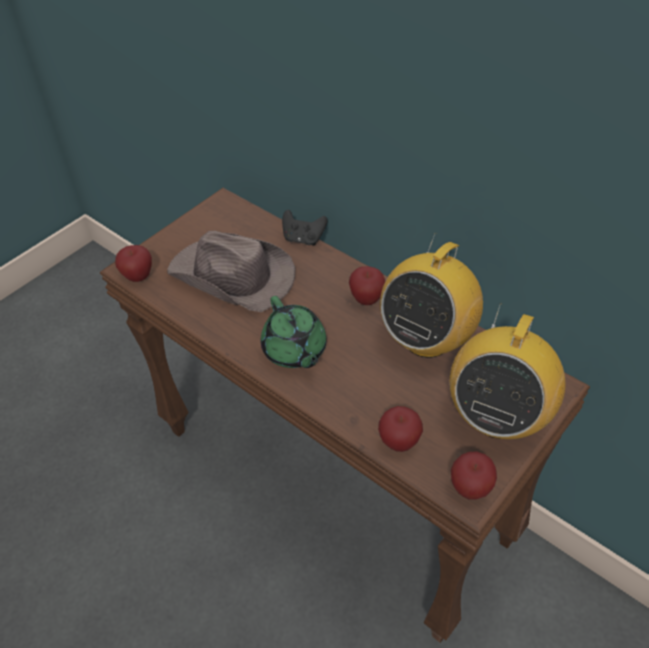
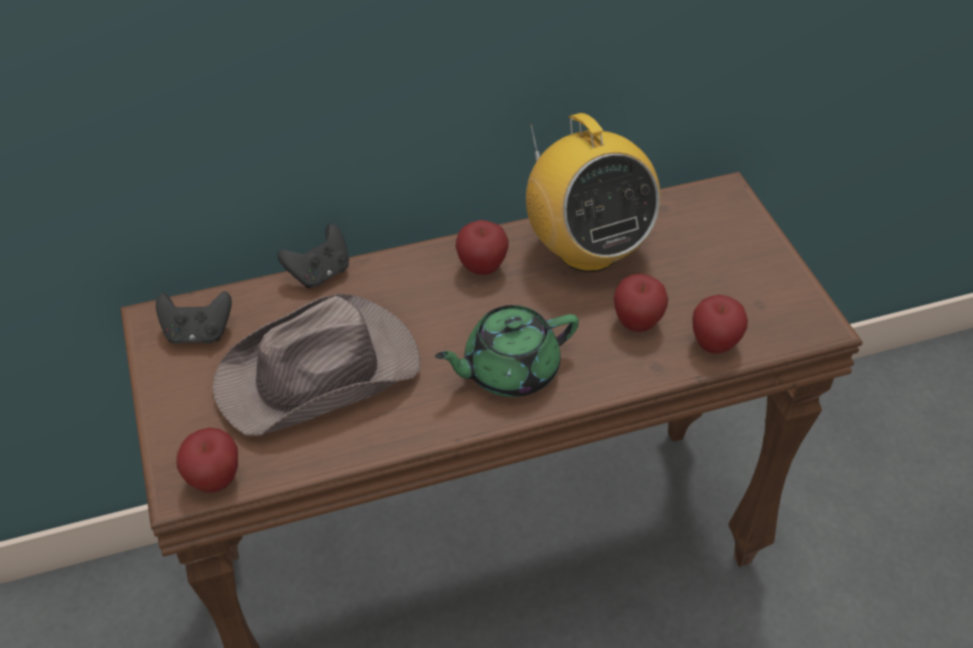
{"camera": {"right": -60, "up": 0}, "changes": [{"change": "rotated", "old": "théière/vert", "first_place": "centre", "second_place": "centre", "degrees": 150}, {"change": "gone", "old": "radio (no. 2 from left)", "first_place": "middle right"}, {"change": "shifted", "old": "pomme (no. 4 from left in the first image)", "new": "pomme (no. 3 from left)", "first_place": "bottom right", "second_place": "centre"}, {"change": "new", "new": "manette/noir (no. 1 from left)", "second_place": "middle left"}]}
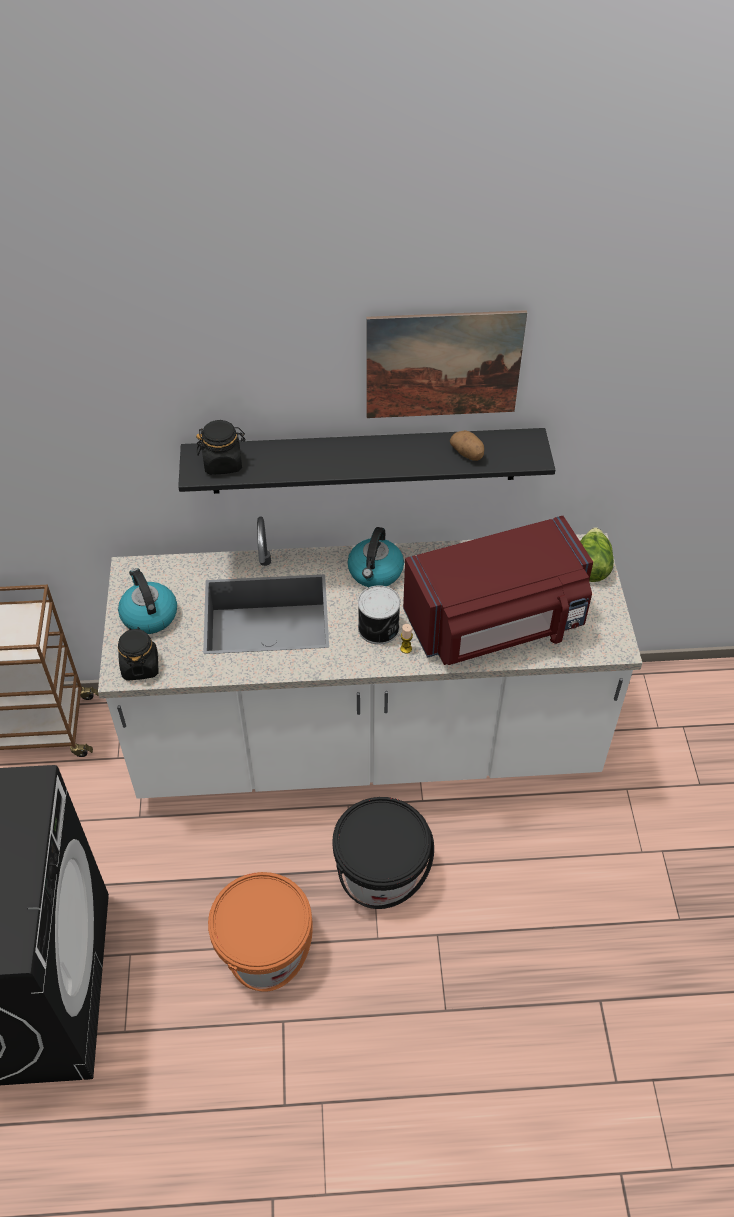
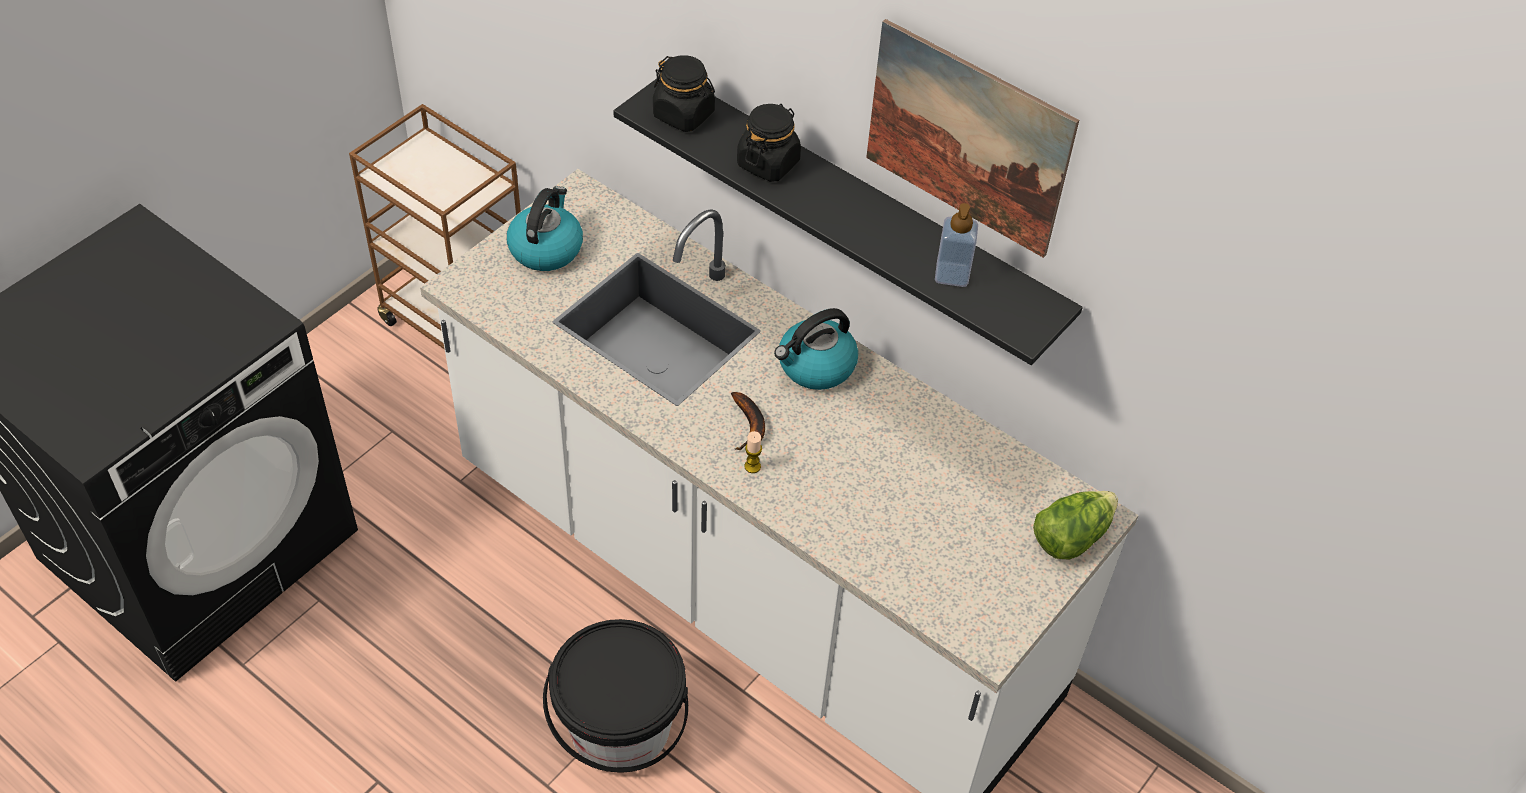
{"camera": {"right": 40, "up": 0}, "changes": [{"change": "shifted", "old": "bocal/noir (no. 1 from left in the first image)", "new": "bocal/noir (no. 2 from left)", "first_place": "middle left", "second_place": "top centre"}, {"change": "gone", "old": "seau/orange", "first_place": "bottom centre"}, {"change": "swapped", "old": "boîte métallique", "new": "banane", "first_place": "centre", "second_place": "centre"}, {"change": "gone", "old": "micro-ondes/rouge", "first_place": "middle right"}, {"change": "swapped", "old": "pomme de terre", "new": "distributeur de savon", "first_place": "centre", "second_place": "top centre"}]}
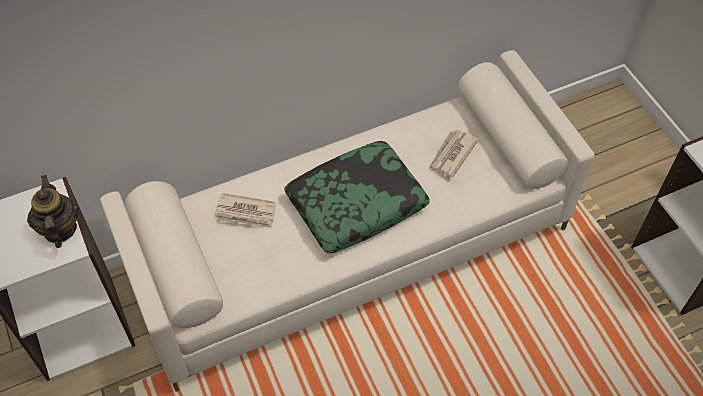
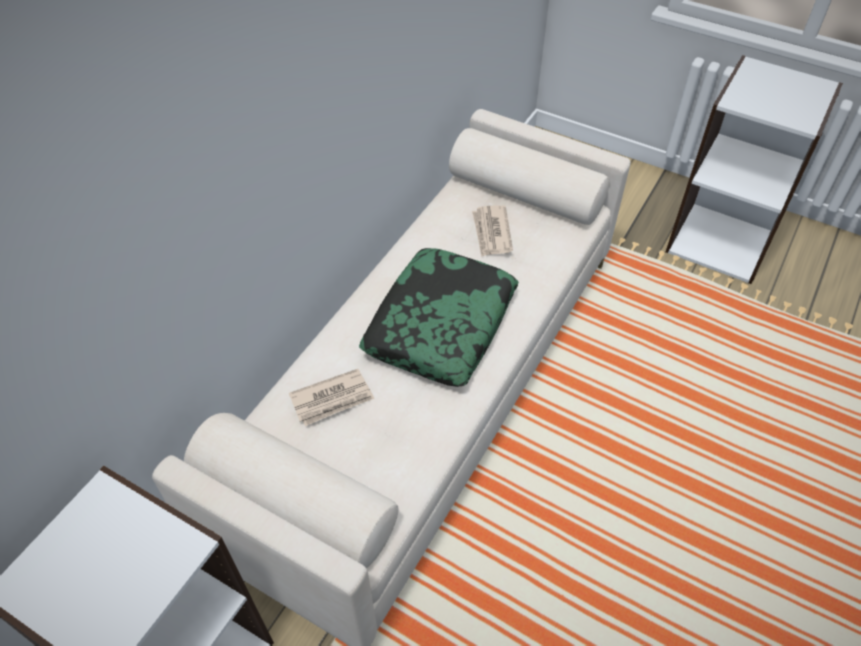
{"camera": {"right": -35, "up": -5}, "changes": [{"change": "gone", "old": "théière", "first_place": "middle left"}]}
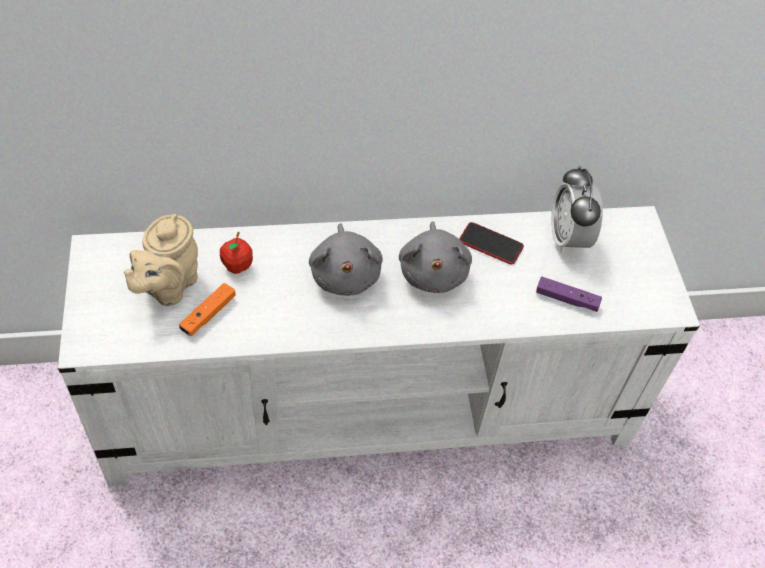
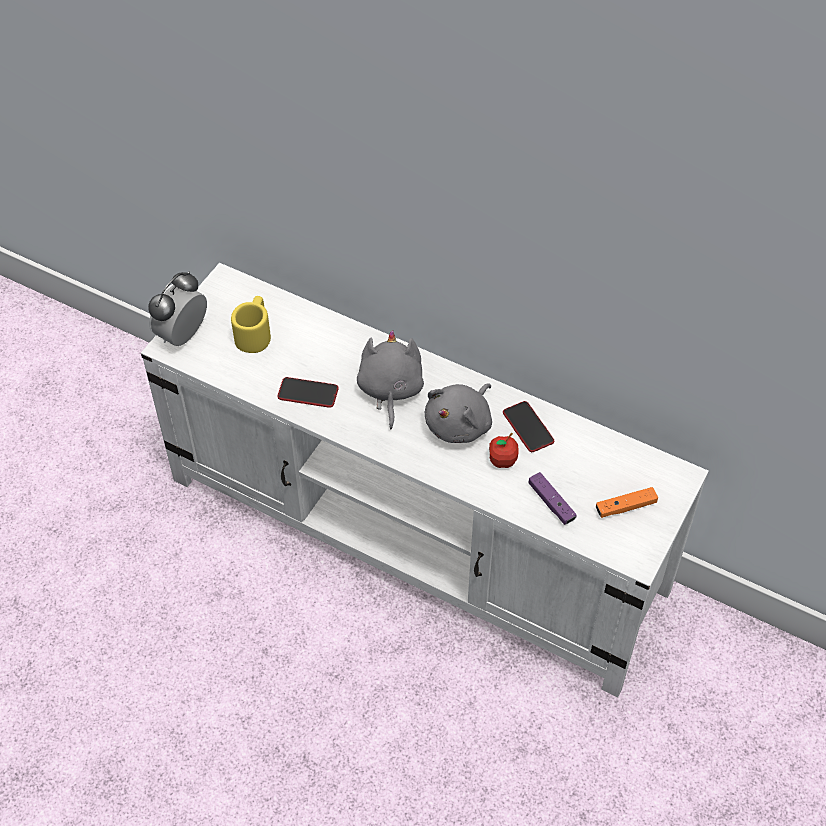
{"camera": {"right": 40, "up": 0}, "changes": [{"change": "swapped", "old": "théière/beige", "new": "mug/jaune", "first_place": "middle left", "second_place": "middle left"}, {"change": "shifted", "old": "manette/orange", "first_place": "middle left", "second_place": "middle right"}, {"change": "shifted", "old": "pomme", "first_place": "middle left", "second_place": "centre"}, {"change": "rotated", "old": "peluche/gris (no. 1 from left)", "first_place": "centre", "second_place": "centre", "degrees": 150}, {"change": "shifted", "old": "réveil", "first_place": "middle right", "second_place": "middle left"}, {"change": "new", "new": "téléphone (no. 1 from left)", "second_place": "centre"}]}
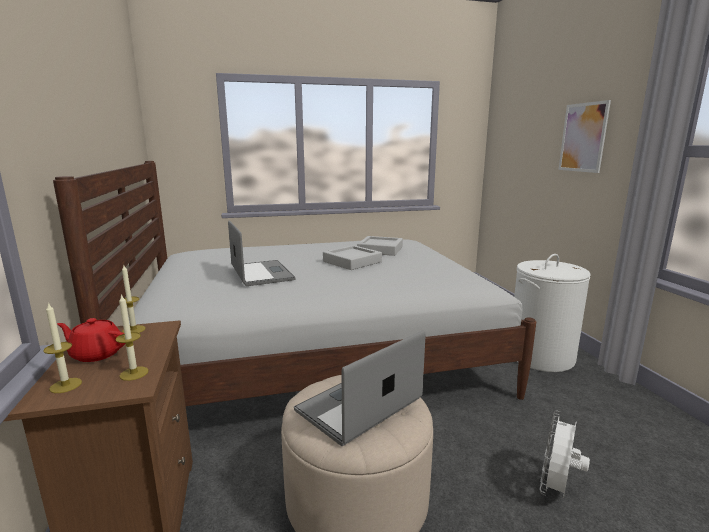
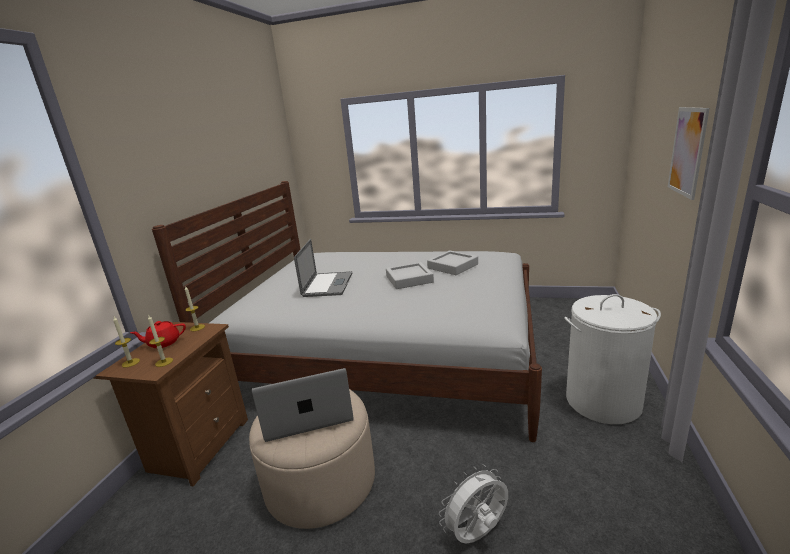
{"camera": {"right": 30, "up": 5}, "changes": [{"change": "rotated", "old": "théière/rouge", "first_place": "middle left", "second_place": "middle left", "degrees": -60}]}
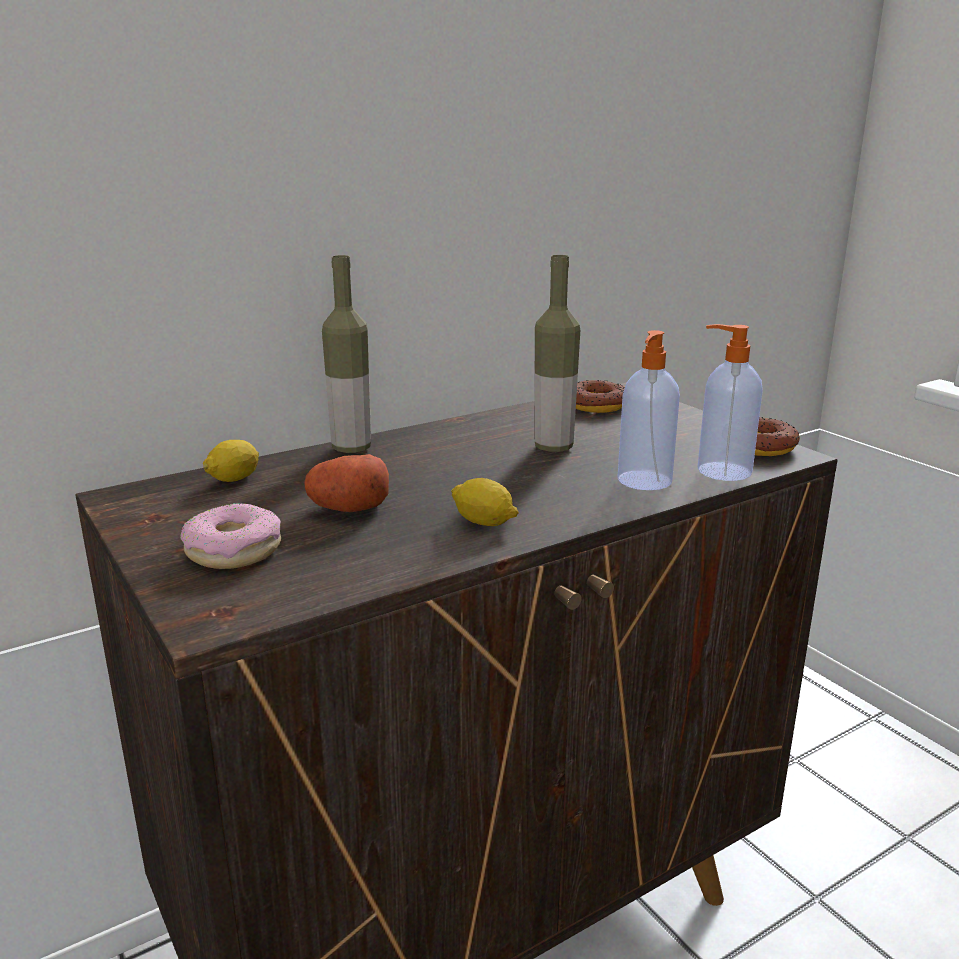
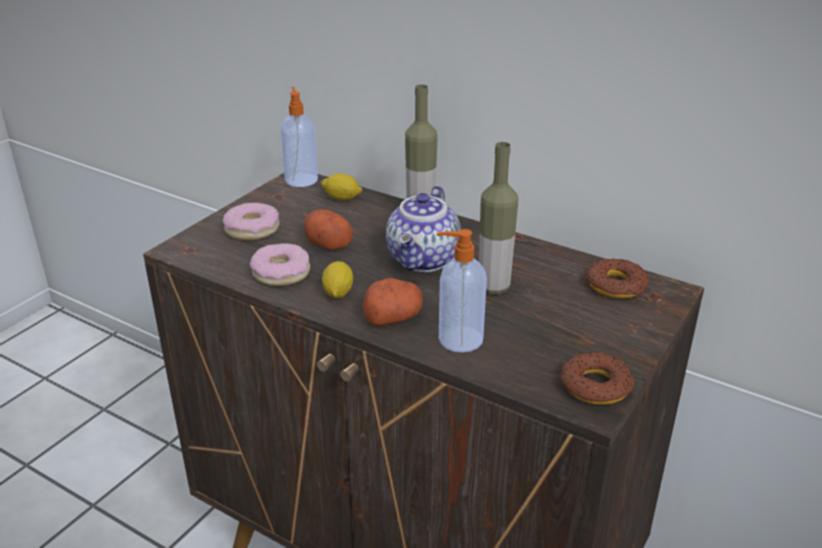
{"camera": {"right": 65, "up": 10}, "changes": [{"change": "shifted", "old": "distributeur de savon (no. 2 from left in the first image)", "new": "distributeur de savon (no. 1 from left)", "first_place": "middle right", "second_place": "top centre"}, {"change": "new", "new": "beignet (no. 2 from left)", "second_place": "centre"}, {"change": "new", "new": "pomme de terre (no. 2 from left)", "second_place": "centre"}, {"change": "new", "new": "théière", "second_place": "centre"}]}
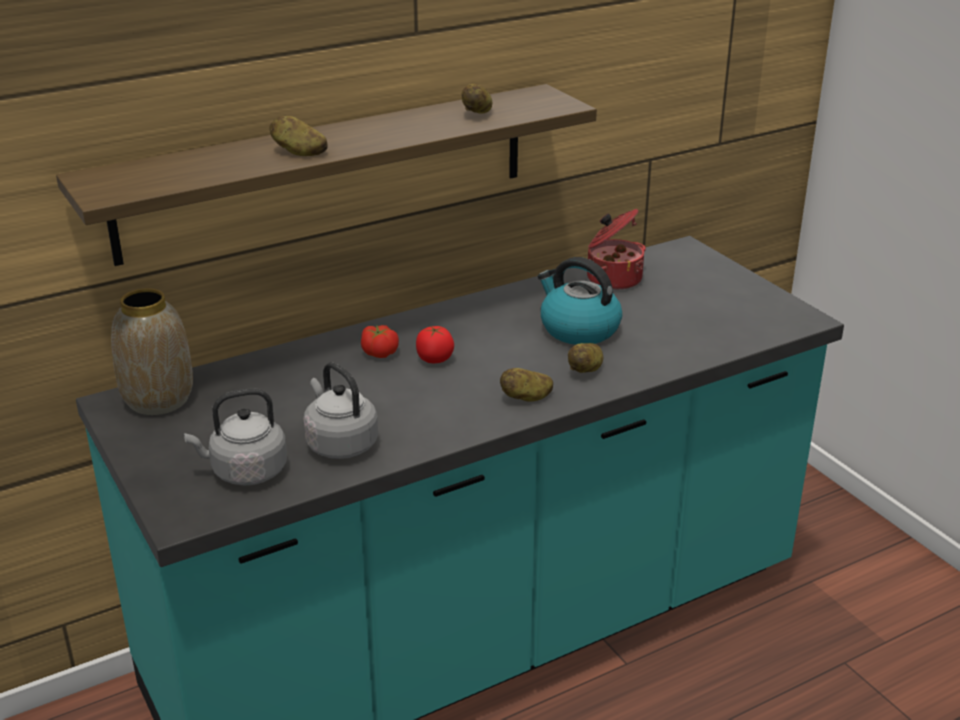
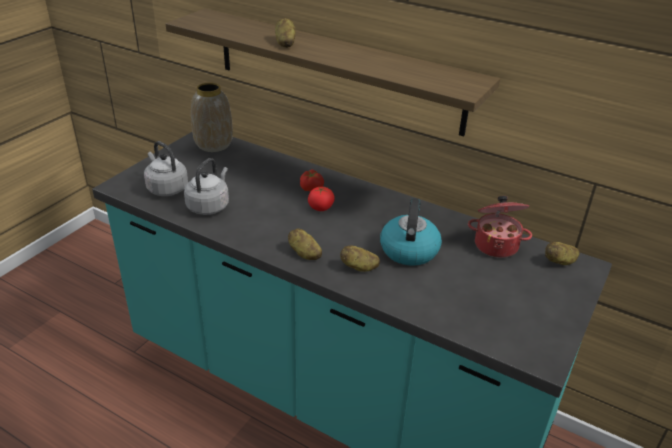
{"camera": {"right": 60, "up": 5}, "changes": [{"change": "shifted", "old": "pomme de terre (no. 2 from left in the first image)", "new": "pomme de terre (no. 4 from left)", "first_place": "top centre", "second_place": "middle right"}]}
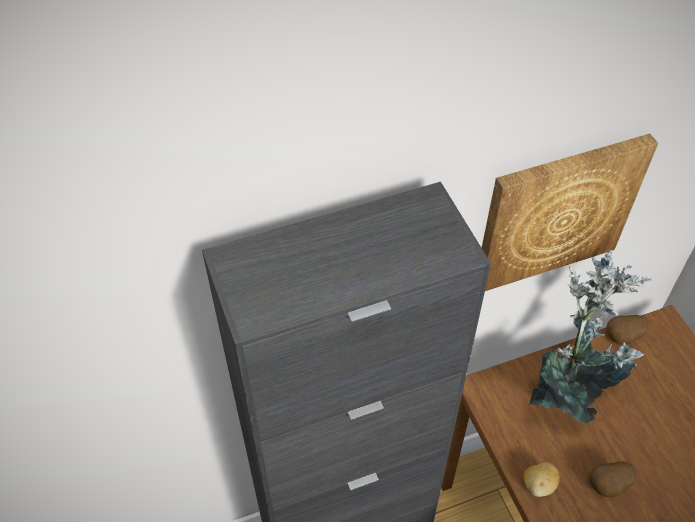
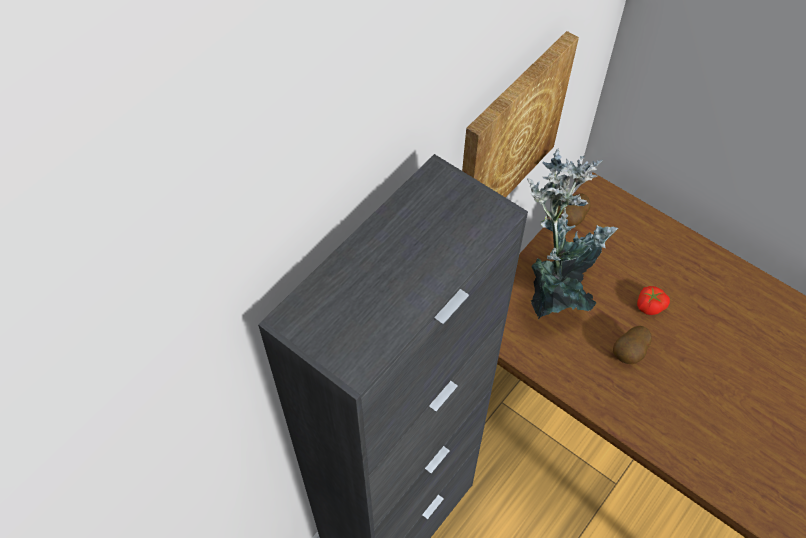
{"camera": {"right": -30, "up": 5}, "changes": [{"change": "gone", "old": "pomme de terre (no. 1 from left)", "first_place": "bottom right"}, {"change": "new", "new": "tomate", "second_place": "middle right"}]}
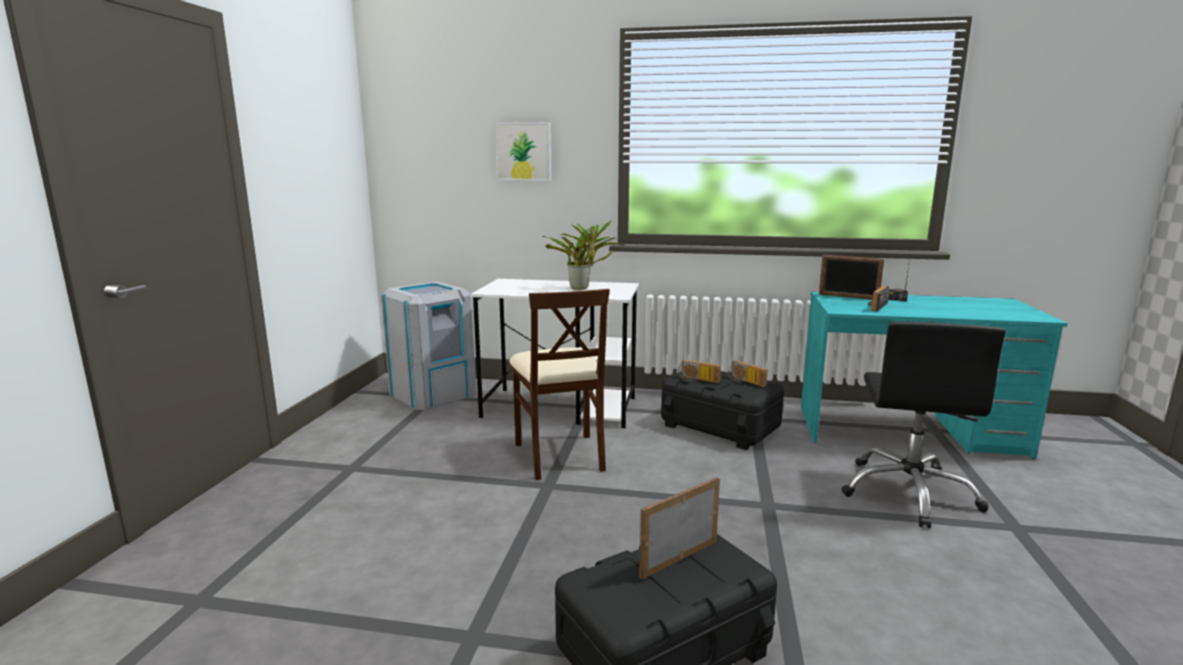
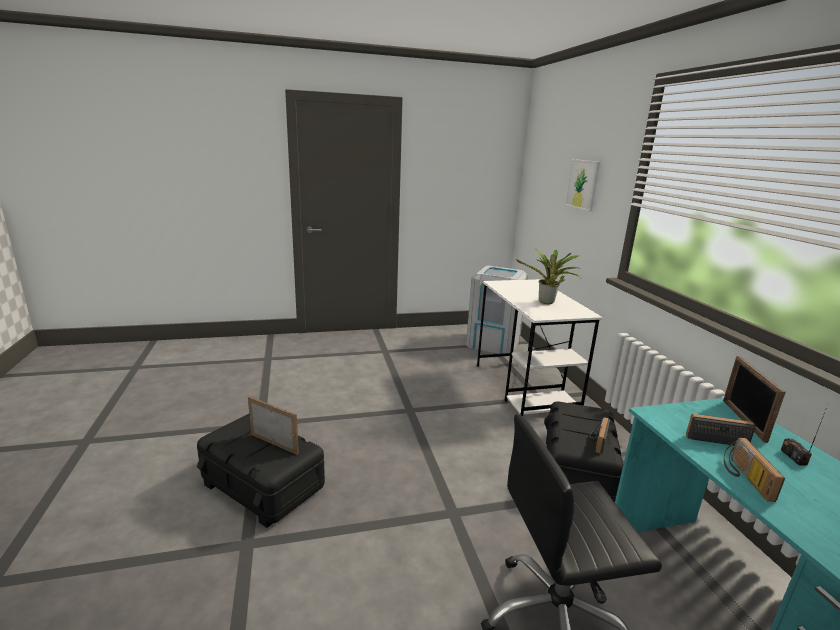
{"camera": {"right": 65, "up": 5}, "changes": [{"change": "gone", "old": "chaise/beige", "first_place": "centre"}, {"change": "shifted", "old": "radio (no. 1 from left in the first image)", "new": "radio (no. 3 from left)", "first_place": "centre", "second_place": "bottom right"}]}
